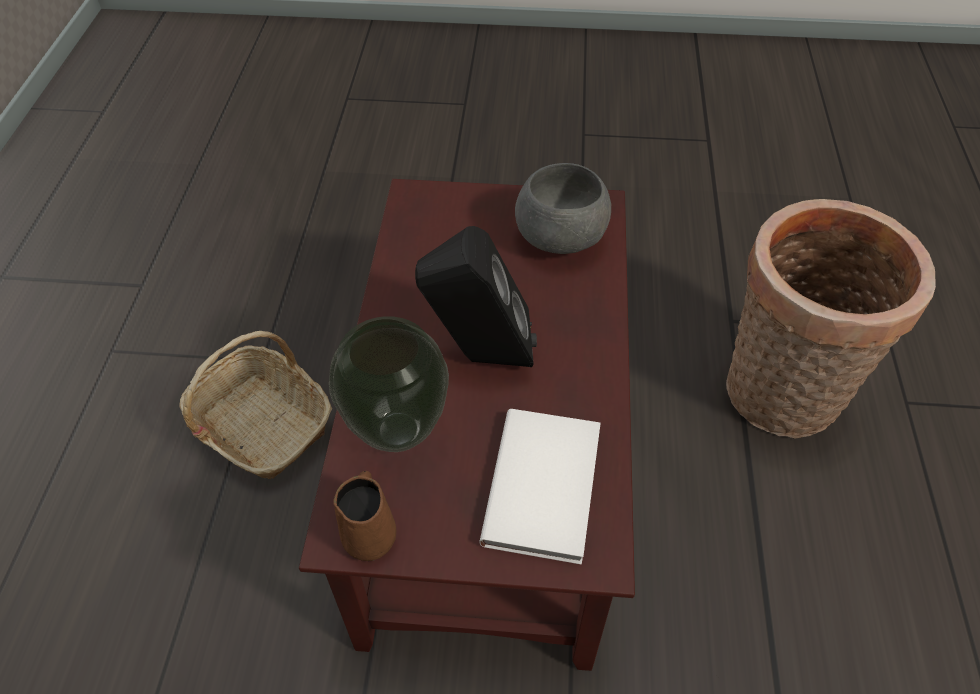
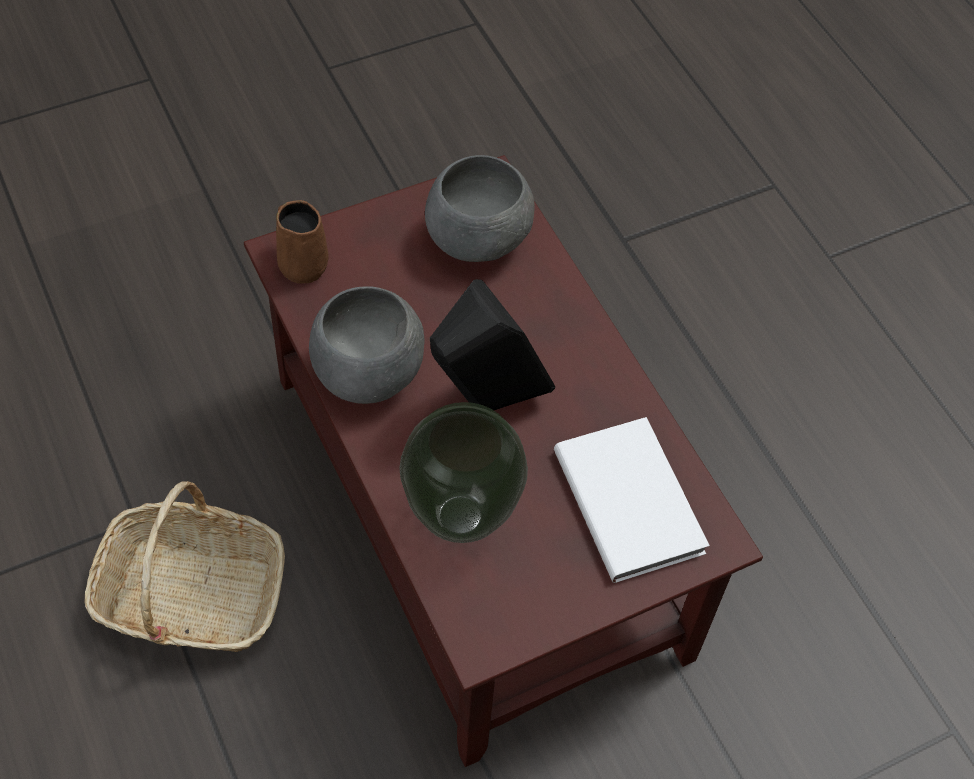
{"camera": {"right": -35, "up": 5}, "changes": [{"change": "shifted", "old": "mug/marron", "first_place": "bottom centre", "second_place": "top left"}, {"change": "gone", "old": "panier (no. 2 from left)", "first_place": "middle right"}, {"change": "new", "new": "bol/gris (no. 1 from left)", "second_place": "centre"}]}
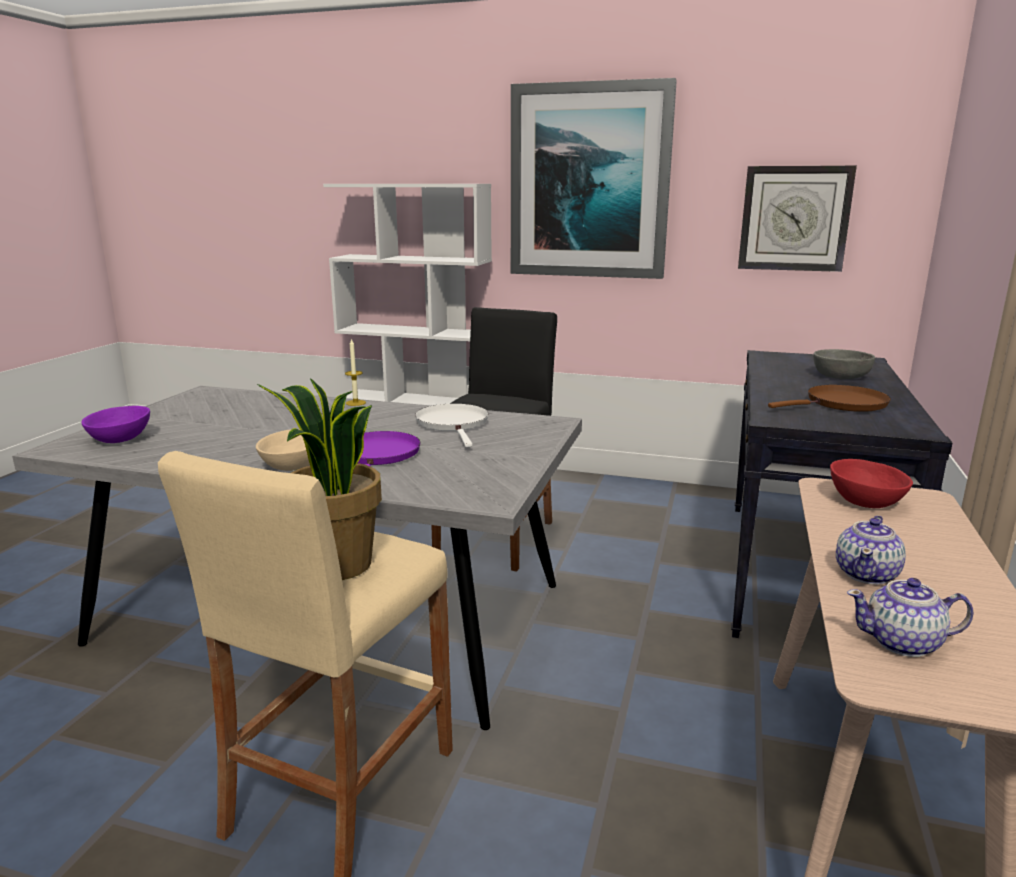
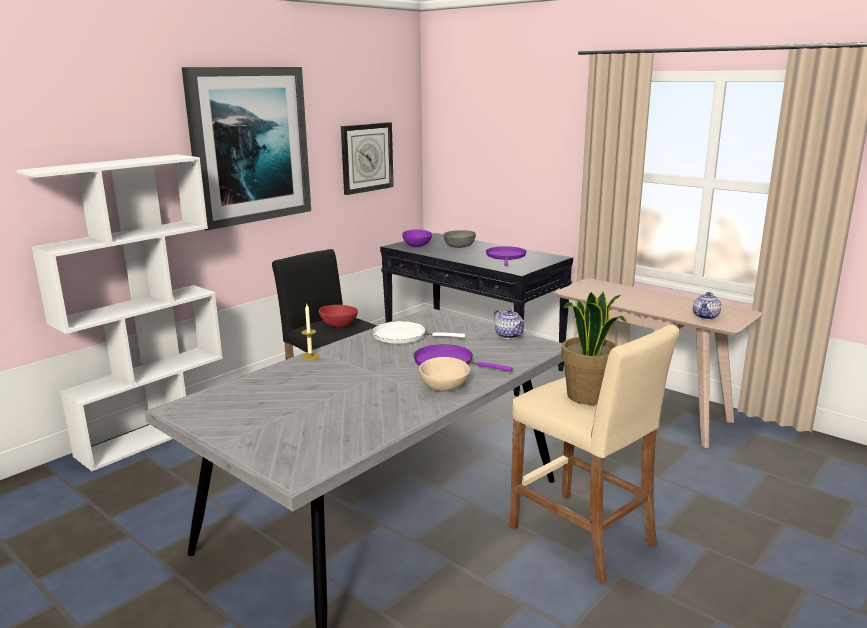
{"camera": {"right": -65, "up": 0}, "changes": [{"change": "shifted", "old": "bol/violet", "first_place": "middle left", "second_place": "centre"}, {"change": "repainted", "old": "poêle/marron", "new": "poêle/violet (no. 2 from left)", "first_place": "middle right", "second_place": "centre"}, {"change": "shifted", "old": "bol/rouge", "first_place": "middle right", "second_place": "centre"}, {"change": "shifted", "old": "théière (no. 1 from left)", "first_place": "middle right", "second_place": "centre"}]}
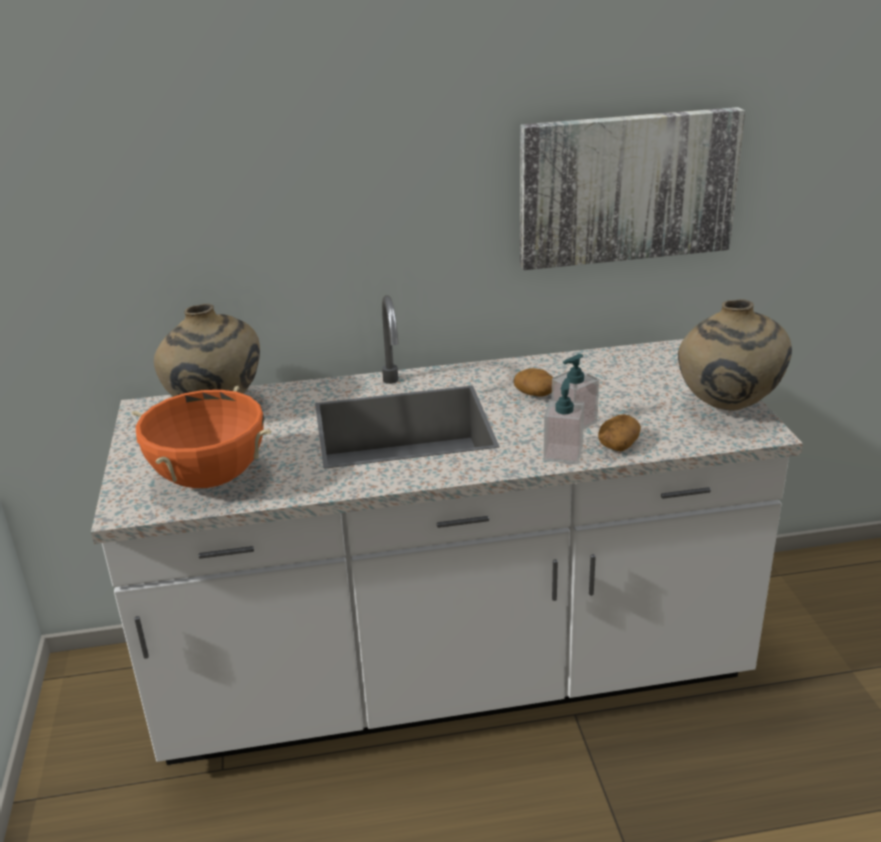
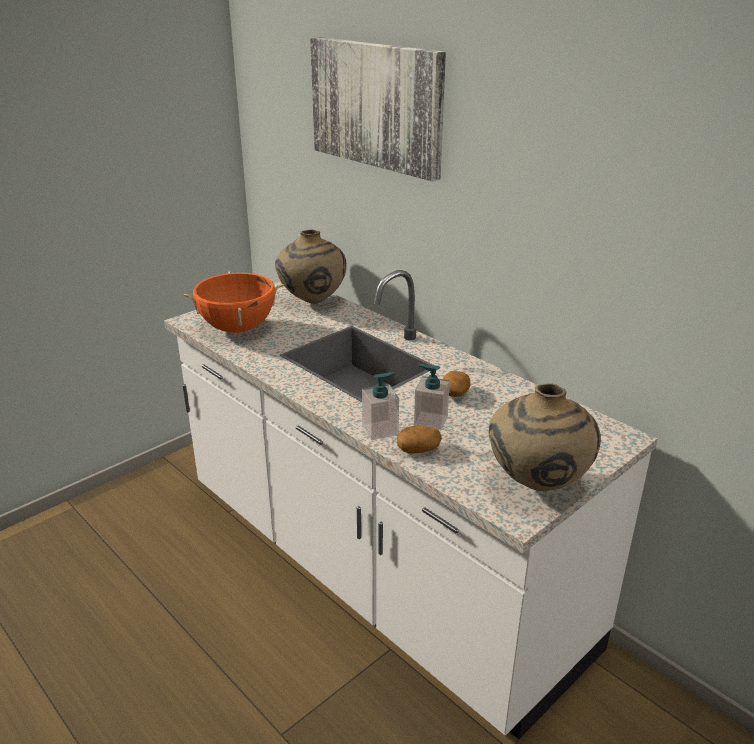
{"camera": {"right": 55, "up": 0}, "changes": [{"change": "shifted", "old": "tableau", "first_place": "top right", "second_place": "top centre"}]}
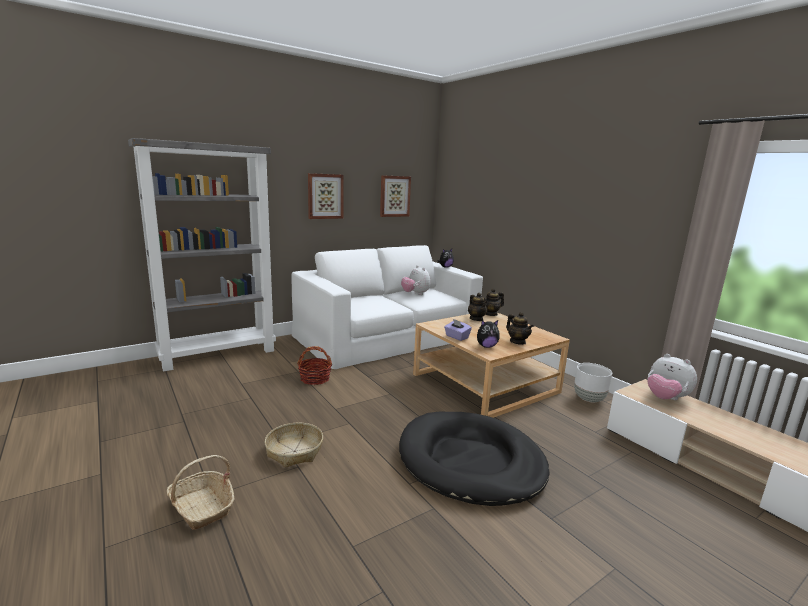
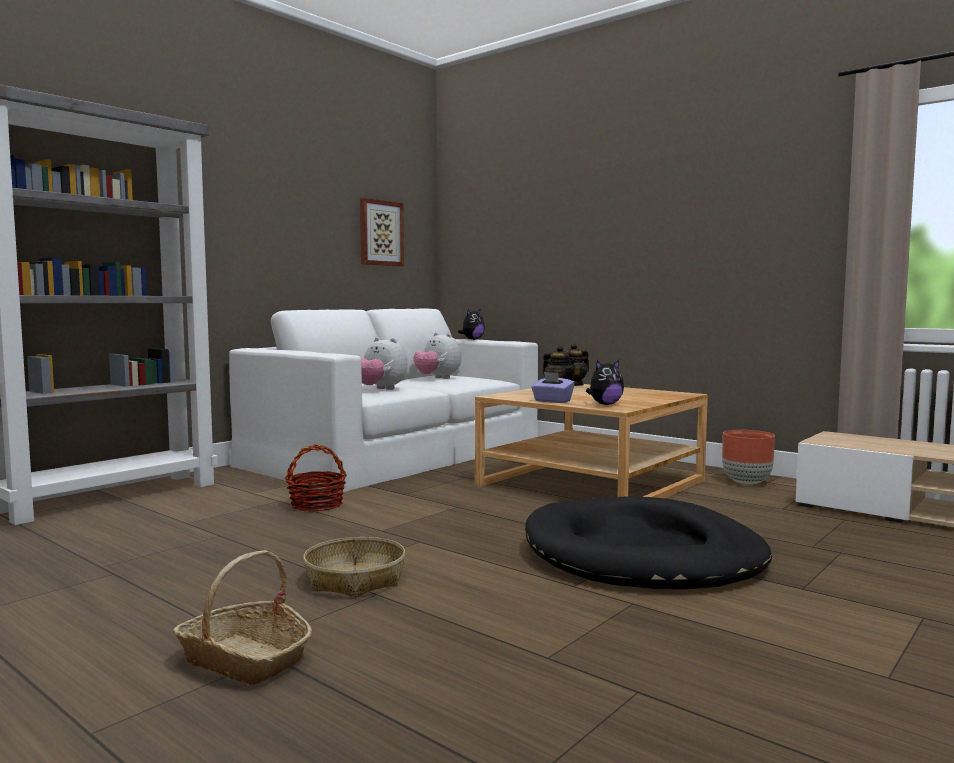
{"camera": {"right": -15, "up": -10}, "changes": [{"change": "gone", "old": "tableau (no. 1 from left)", "first_place": "top centre"}, {"change": "gone", "old": "théière (no. 3 from left)", "first_place": "centre"}, {"change": "repainted", "old": "cache-pot/blanc", "new": "cache-pot/marron", "first_place": "middle right", "second_place": "middle right"}, {"change": "shifted", "old": "peluche (no. 4 from left in the first image)", "new": "peluche (no. 1 from left)", "first_place": "middle right", "second_place": "centre"}]}
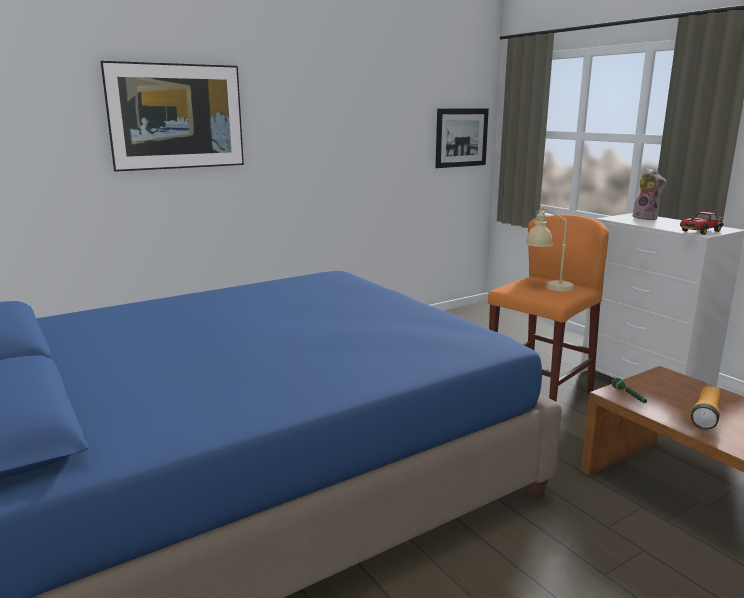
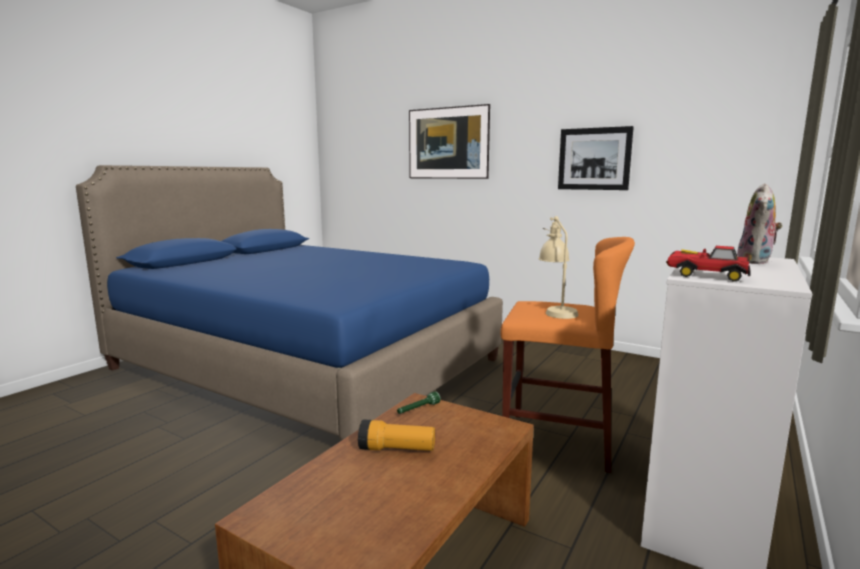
{"camera": {"right": 65, "up": -5}, "changes": [{"change": "shifted", "old": "tableau (no. 2 from left)", "first_place": "top centre", "second_place": "top right"}]}
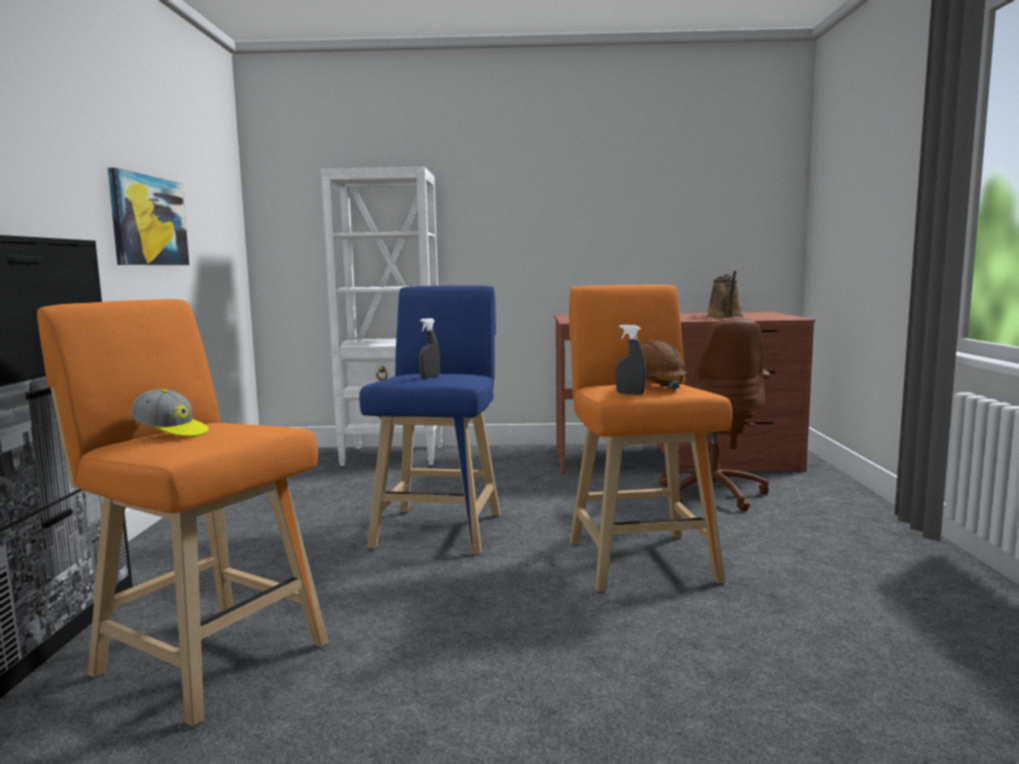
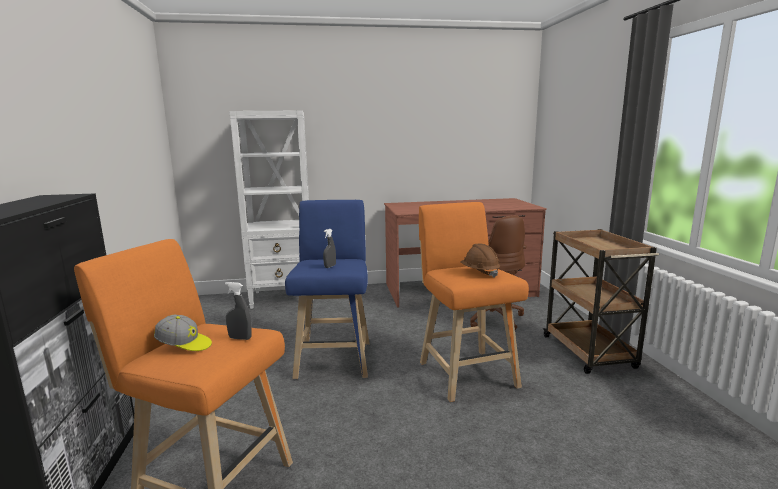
{"camera": {"right": -10, "up": 5}, "changes": [{"change": "gone", "old": "tableau", "first_place": "top left"}, {"change": "shifted", "old": "vaporisateur/gris (no. 2 from left in the first image)", "new": "vaporisateur/gris (no. 1 from left)", "first_place": "centre", "second_place": "middle left"}, {"change": "gone", "old": "arrosoir/marron", "first_place": "middle right"}, {"change": "new", "new": "chariot/marron", "second_place": "middle right"}]}
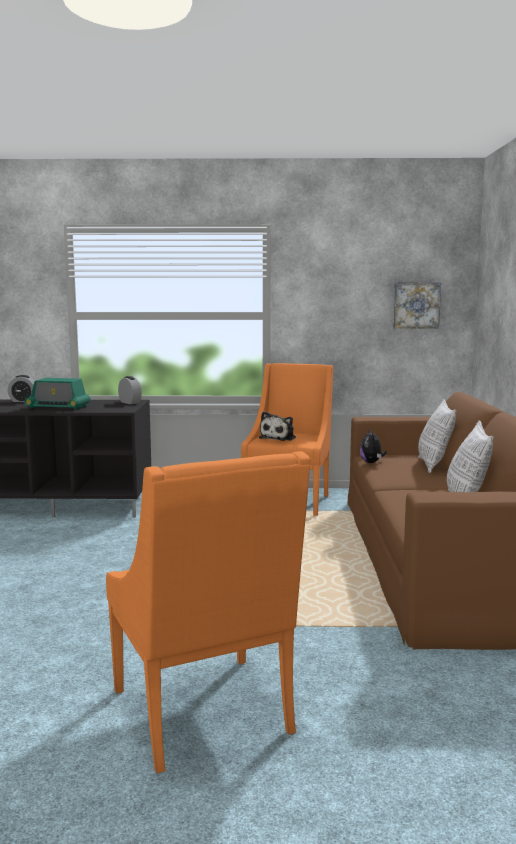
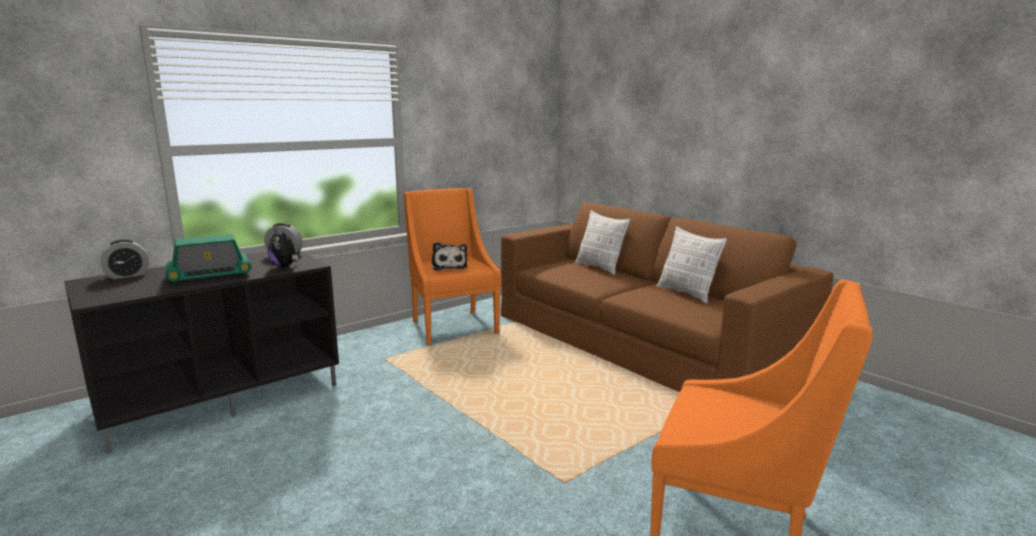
{"camera": {"right": -40, "up": 5}, "changes": [{"change": "shifted", "old": "peluche (no. 2 from left in the first image)", "new": "peluche (no. 1 from left)", "first_place": "middle right", "second_place": "middle left"}, {"change": "gone", "old": "tableau", "first_place": "middle right"}]}
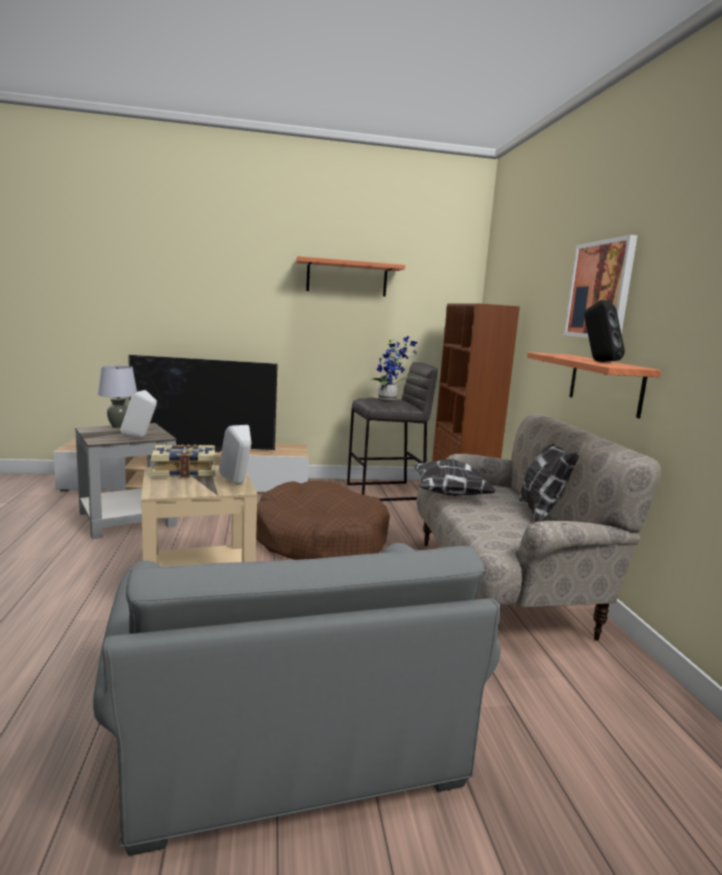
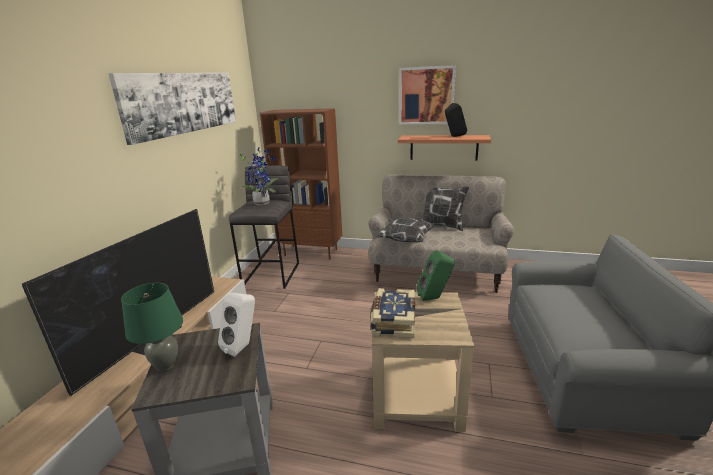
{"camera": {"right": -65, "up": 10}, "changes": [{"change": "repainted", "old": "lampe de table/gris", "new": "lampe de table/vert", "first_place": "middle left", "second_place": "bottom left"}, {"change": "repainted", "old": "enceinte/blanc (no. 2 from left)", "new": "enceinte/vert", "first_place": "middle left", "second_place": "centre"}, {"change": "gone", "old": "panier pour chien/marron", "first_place": "centre"}, {"change": "swapped", "old": "étagère (no. 1 from left)", "new": "tableau (no. 1 from left)", "first_place": "top centre", "second_place": "top left"}]}
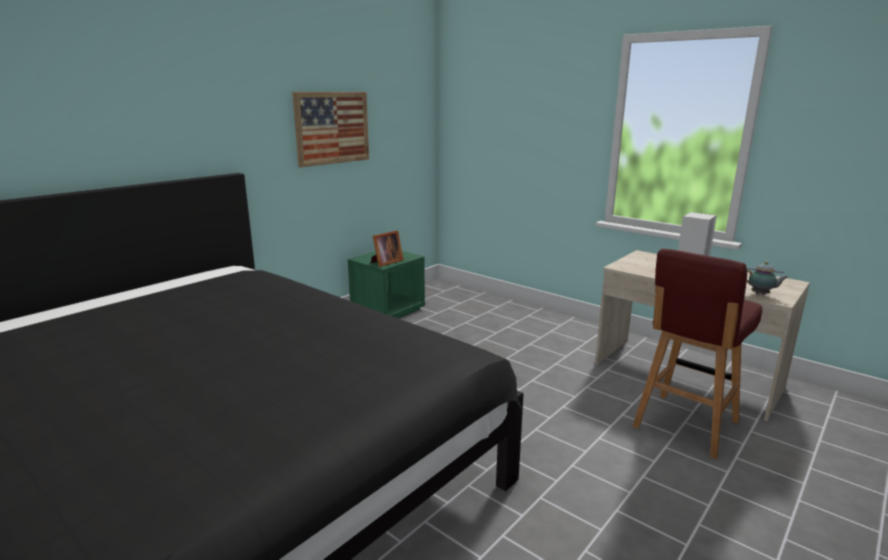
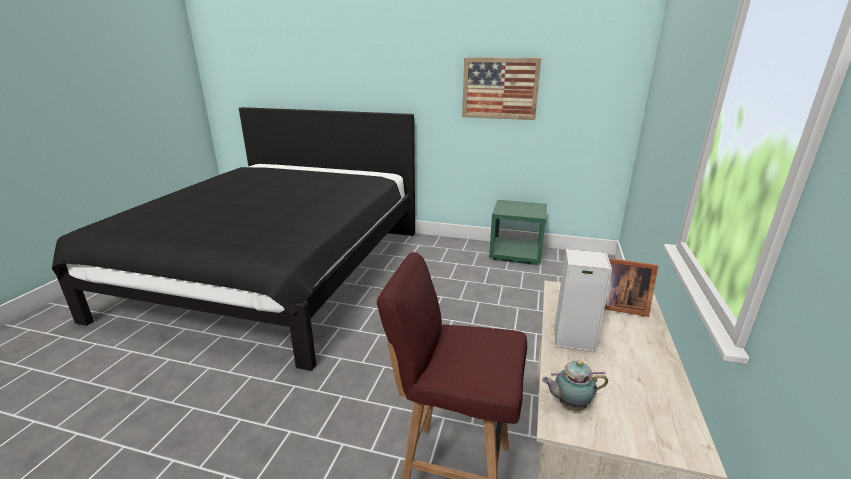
{"camera": {"right": 65, "up": 5}, "changes": [{"change": "shifted", "old": "cadre photo", "first_place": "centre", "second_place": "middle right"}, {"change": "rotated", "old": "théière", "first_place": "middle right", "second_place": "bottom right", "degrees": 90}]}
